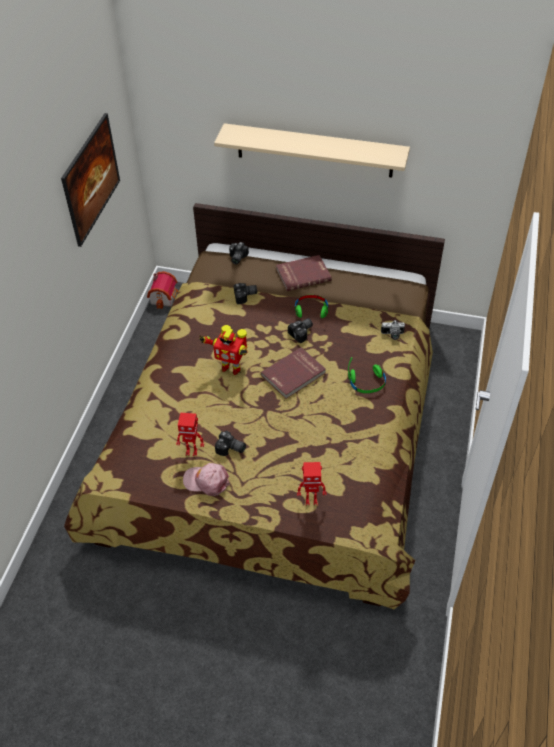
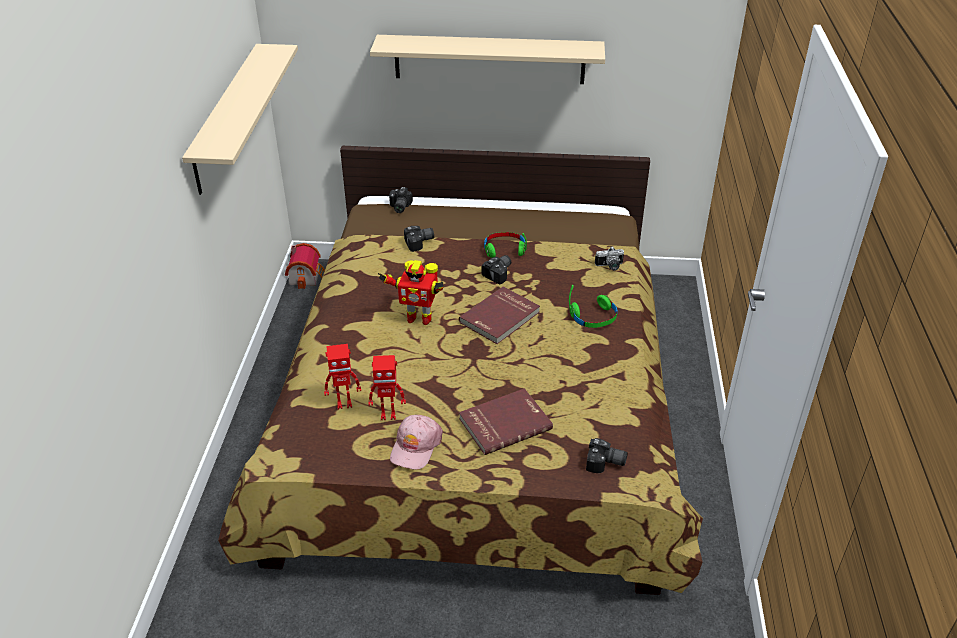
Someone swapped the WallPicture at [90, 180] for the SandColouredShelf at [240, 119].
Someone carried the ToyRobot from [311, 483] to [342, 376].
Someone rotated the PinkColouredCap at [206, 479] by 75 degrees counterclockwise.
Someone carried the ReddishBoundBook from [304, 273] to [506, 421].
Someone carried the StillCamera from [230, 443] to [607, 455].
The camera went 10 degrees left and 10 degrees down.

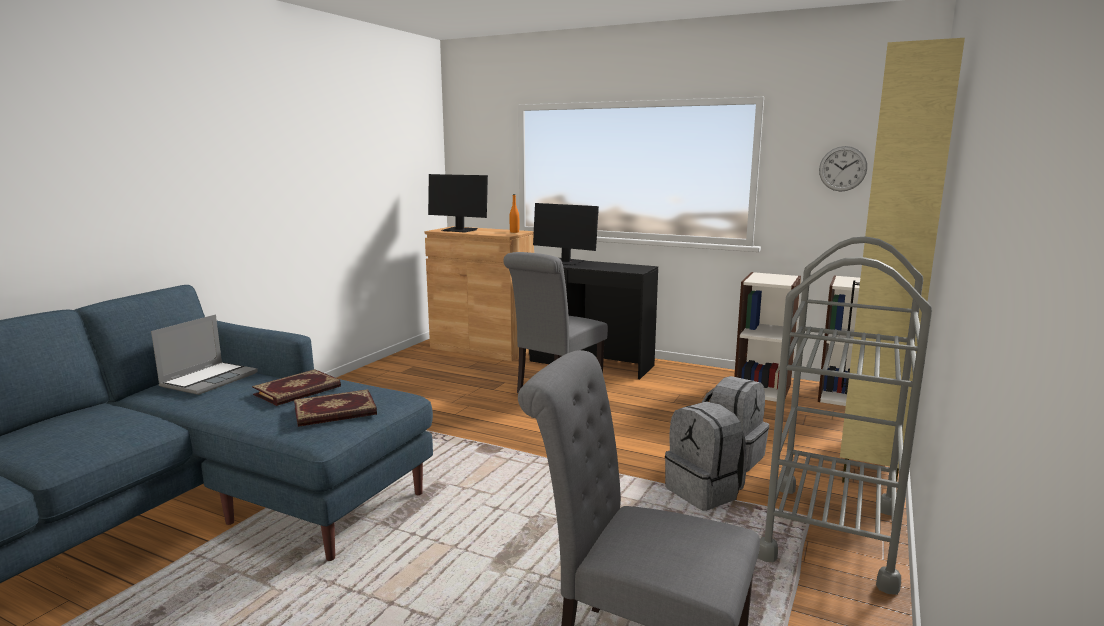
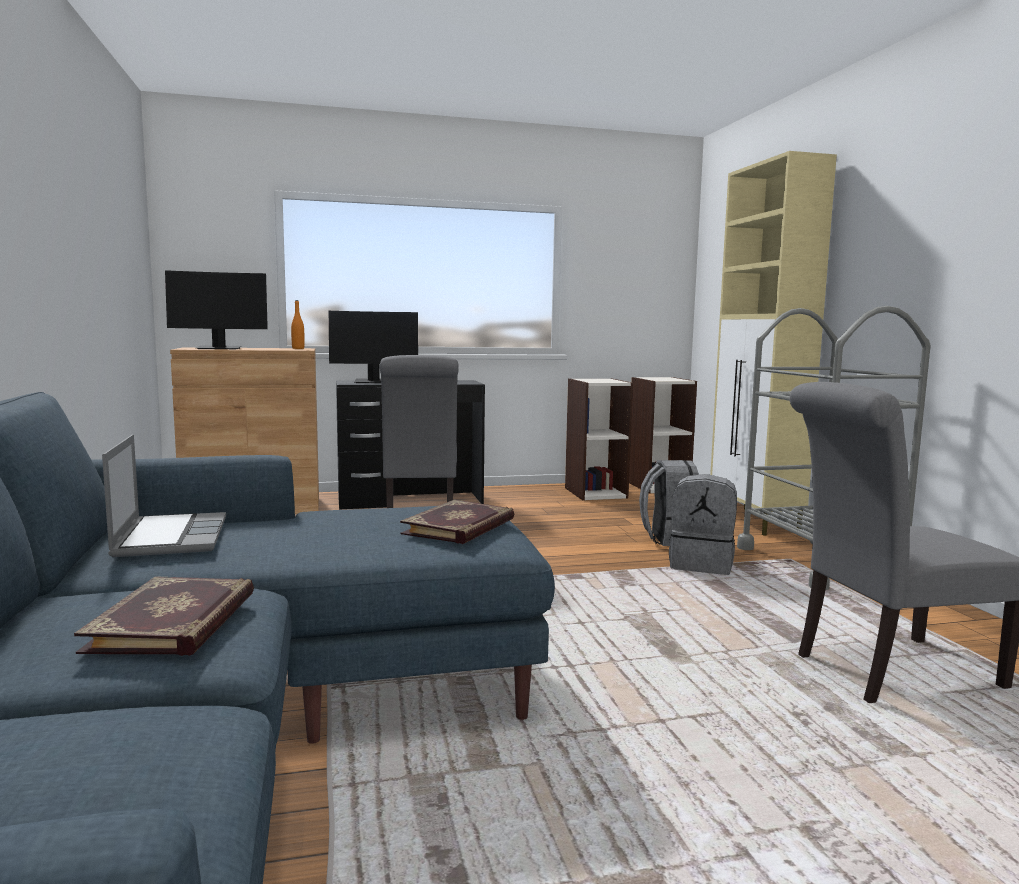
Someone carried the BoundBook from [296, 387] to [164, 616].
Someone took away the ClockOnTheWall at [843, 169].
The camera went 40 degrees left and 5 degrees down.

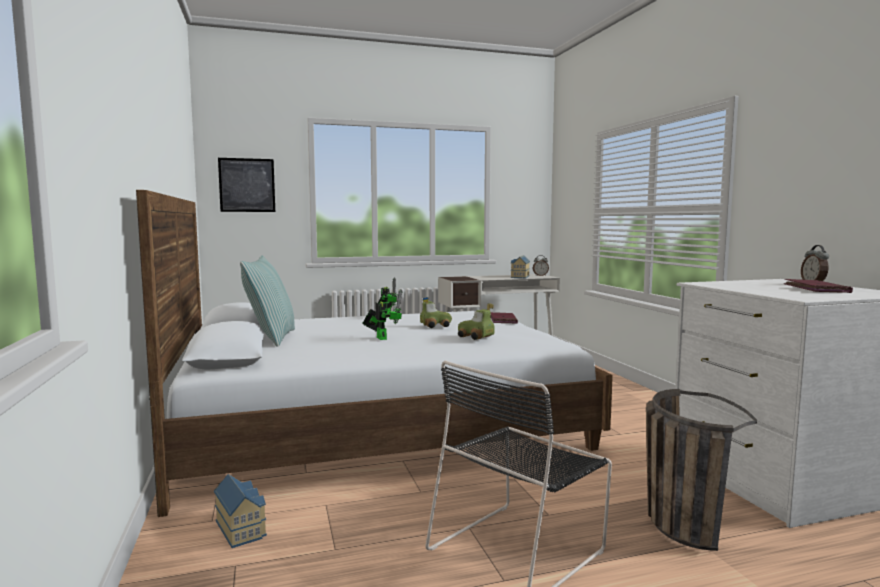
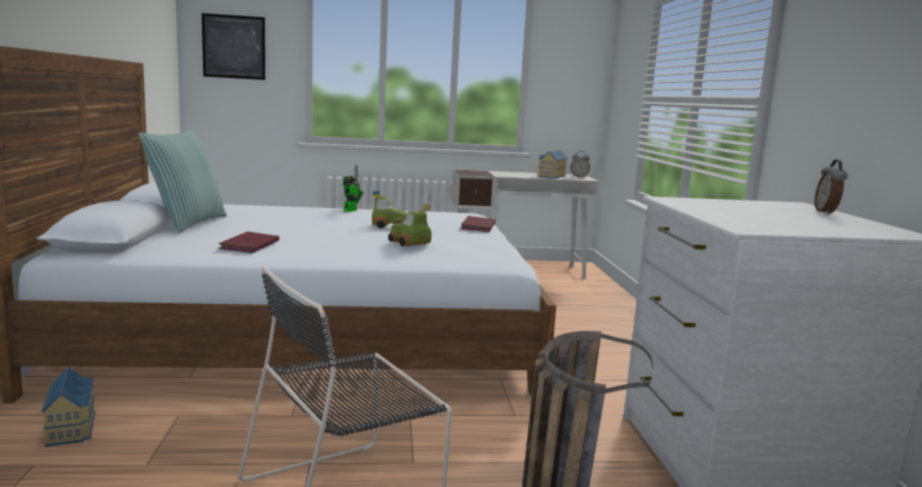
Someone carried the ReddishBoundBook from [818, 286] to [249, 242].
Someone took away the ToyRobot at [382, 314].
The camera went 10 degrees right and 5 degrees up.

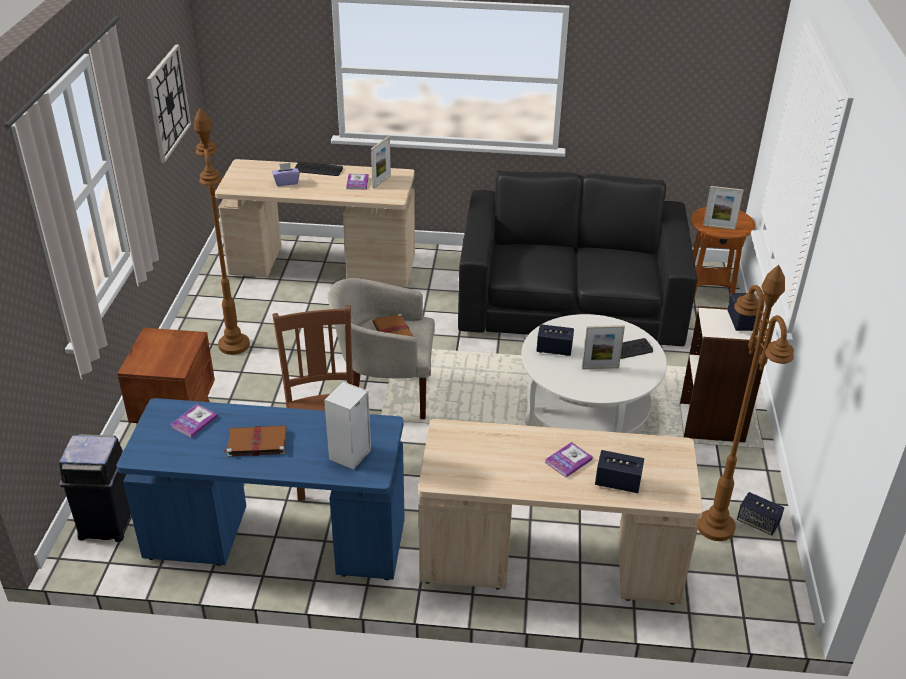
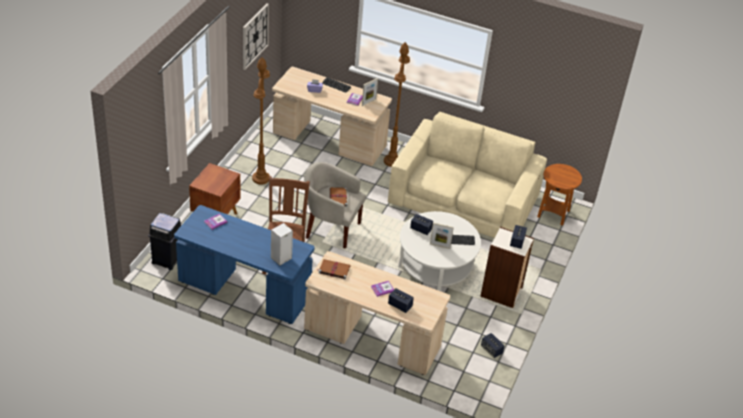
Someone carried the BrownColouredBoundBook from [255, 441] to [334, 269].
Someone carried the BrownColouredStandardLamp from [745, 403] to [397, 104].
Someone repainted the BlackColouredSettee at [577, 258], which became the SandColouredSettee at [467, 174].
Someone took away the PhotoFrame at [723, 208].
The camera went 15 degrees right and 5 degrees up.

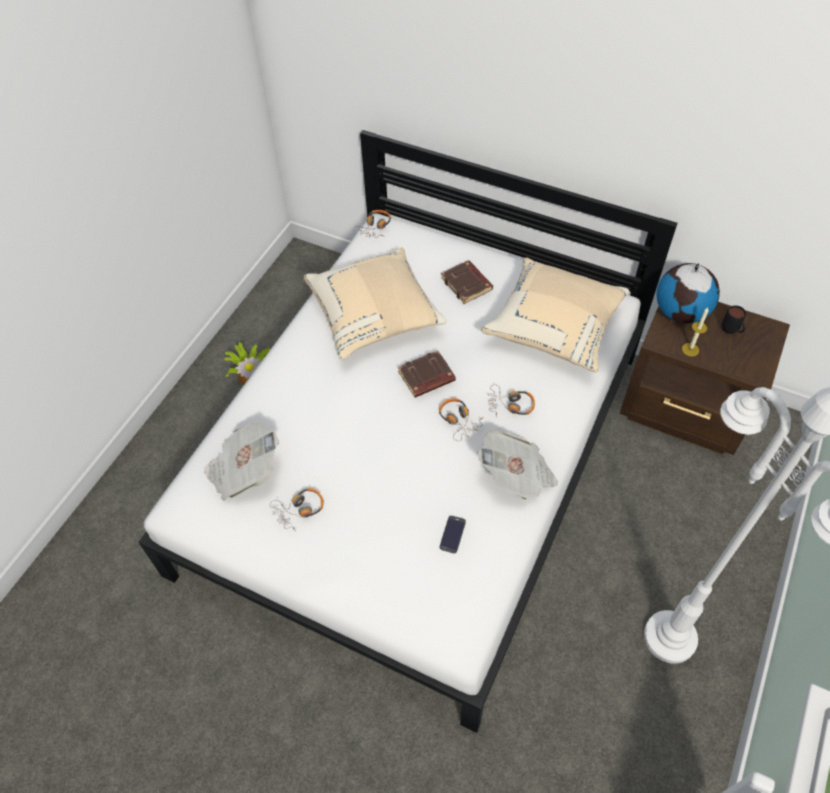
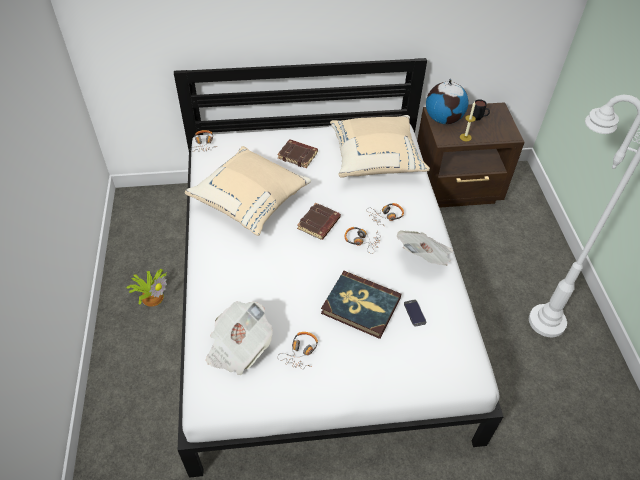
Someone put down the BoundBook at [361, 305].
The camera went 35 degrees left and 5 degrees down.

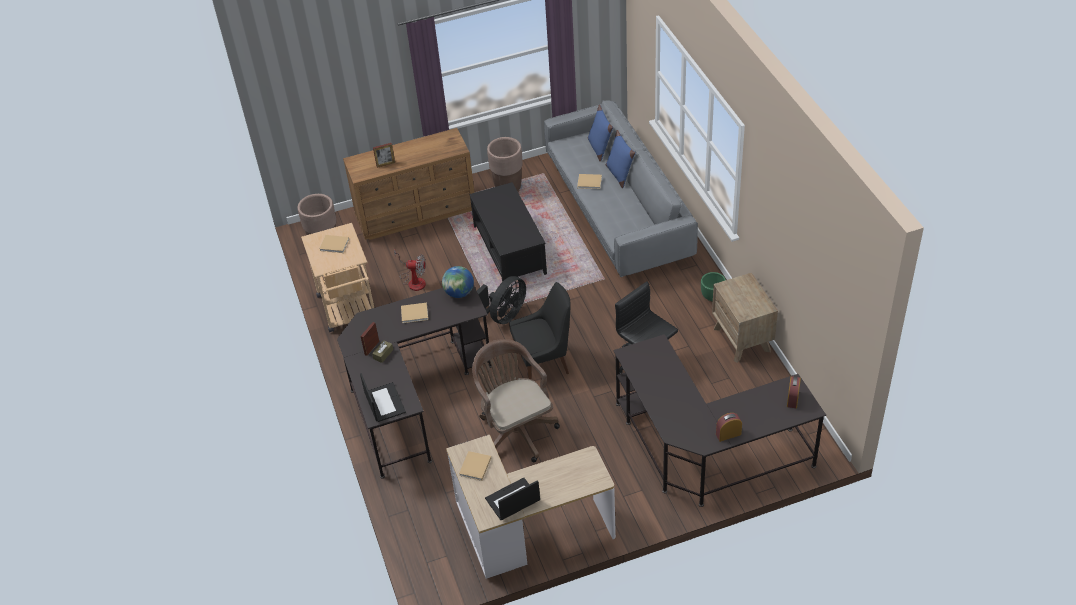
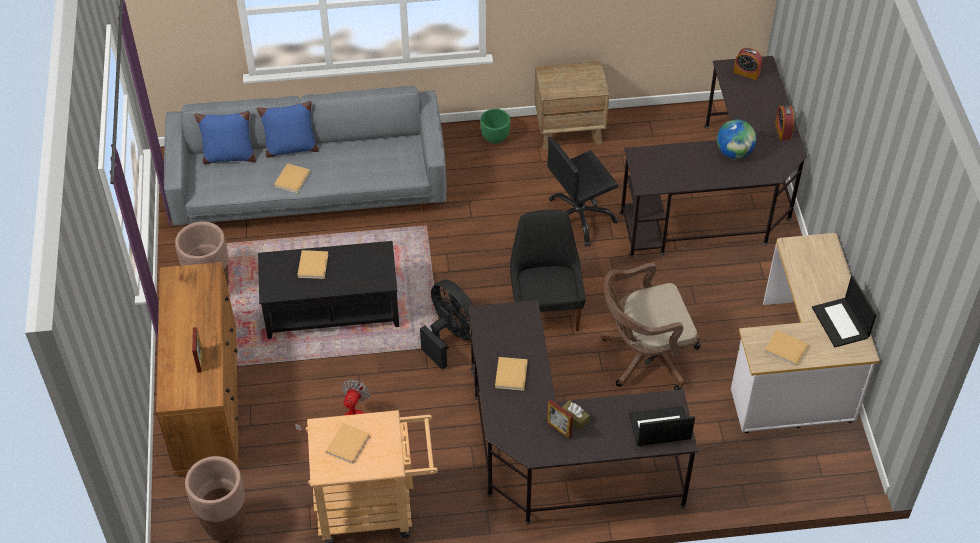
Someone put down the SandColouredBoundBook at [312, 264].
Someone carried the DeskGlobe from [458, 282] to [736, 139].
The camera went 80 degrees left and 5 degrees up.

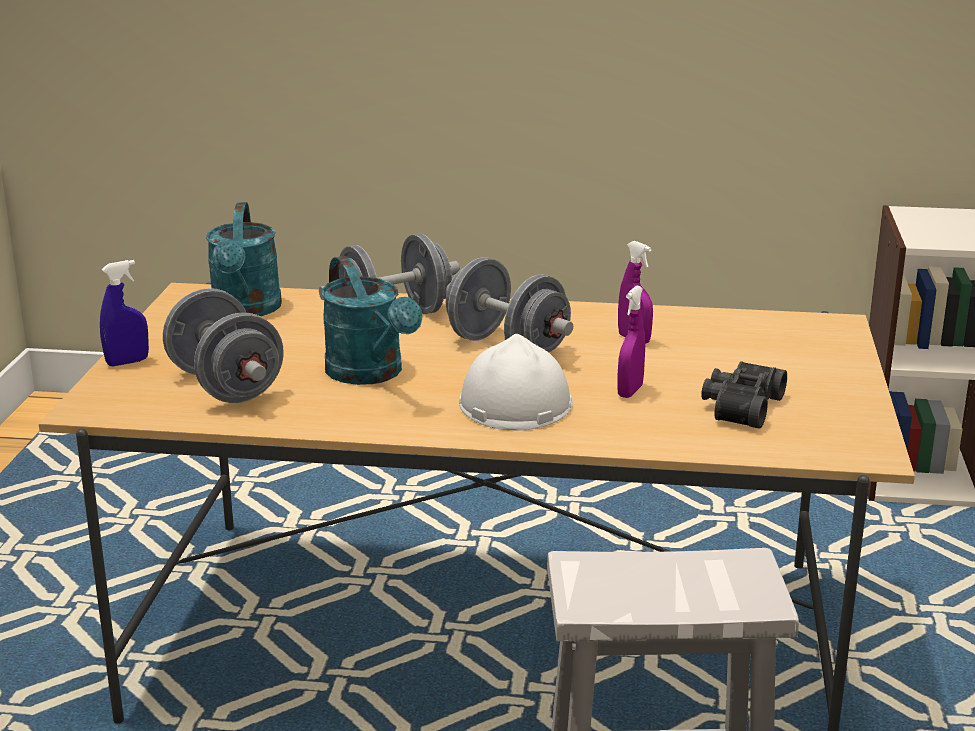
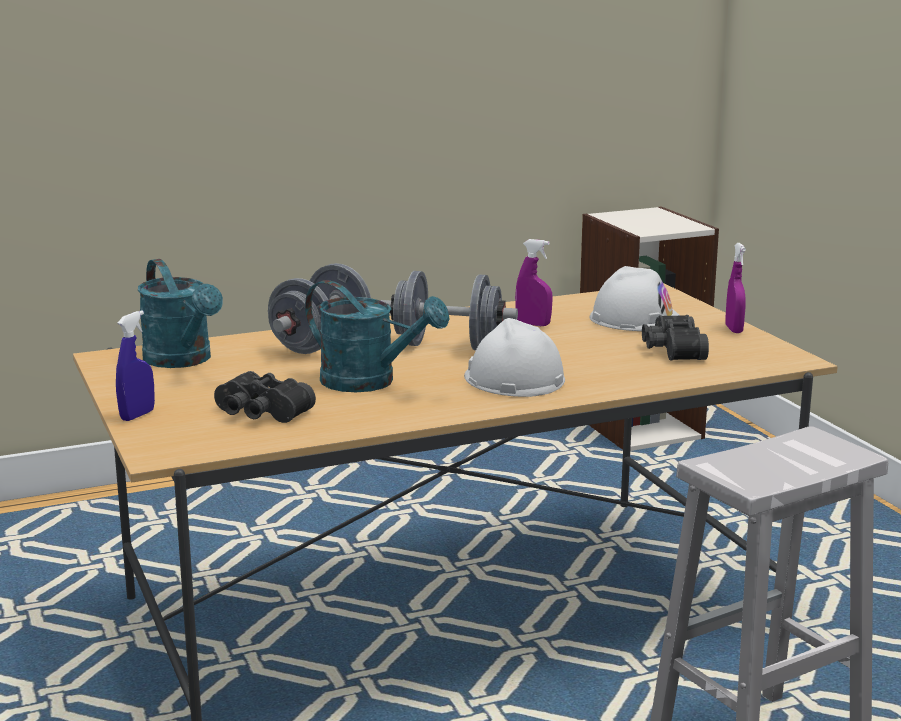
Someone swapped the GreyishHandWeight at [223, 345] for the BlackColouredFieldGlasses at [265, 397].
Someone put down the WhitishWorkHelmet at [634, 298].
Someone carried the PurplishHandSprayer from [631, 341] to [735, 288].
The camera went 30 degrees left and 5 degrees down.

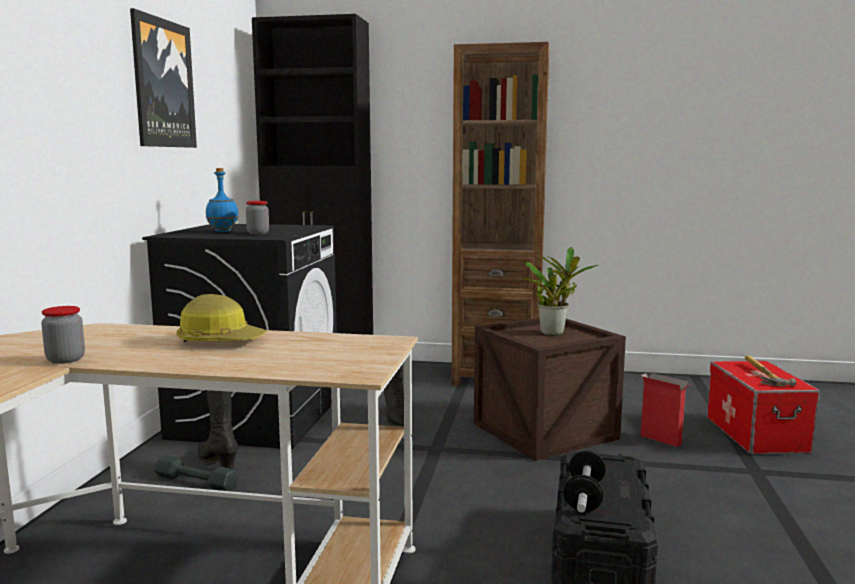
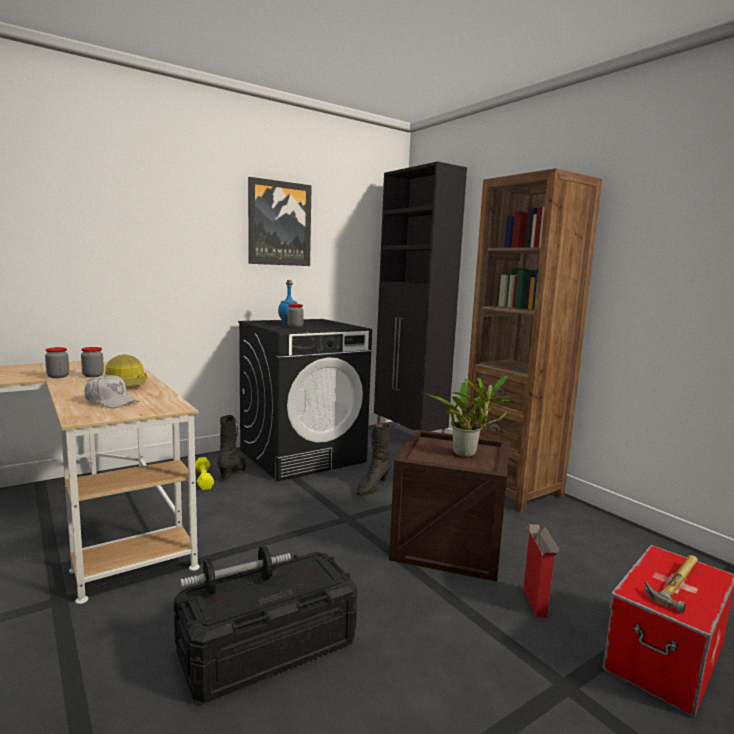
Someone put down the PreserveJar at [92, 362].
Someone put down the WhitishCap at [112, 391].
Someone repainted the GreyishHandWeight at [196, 473], which became the YellowColouredHandWeight at [204, 473].
The camera went 45 degrees right and 0 degrees up.

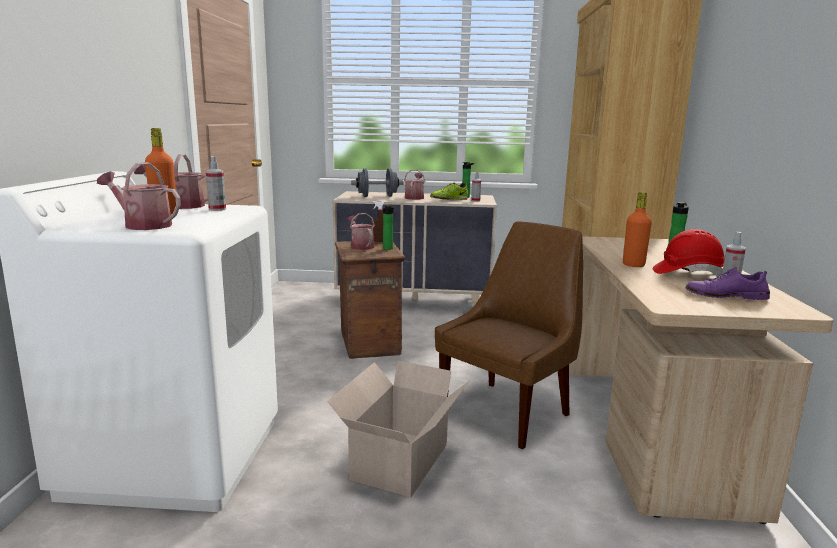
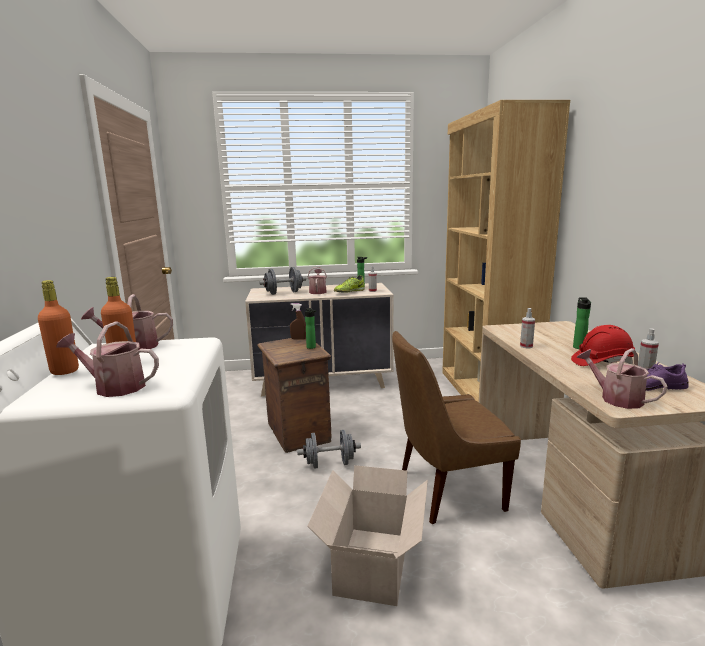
Someone carried the OrangeColouredBottle from [637, 229] to [58, 327].
Someone put down the GreyishHandWeight at [329, 449].
Someone rotated the BrownColouredPlainChair at [509, 335] by 135 degrees counterclockwise.
Someone carried the HandSprayer from [216, 183] to [527, 328].
Someone carried the WateringCan from [361, 231] to [622, 378].
The camera went 10 degrees left and 0 degrees up.

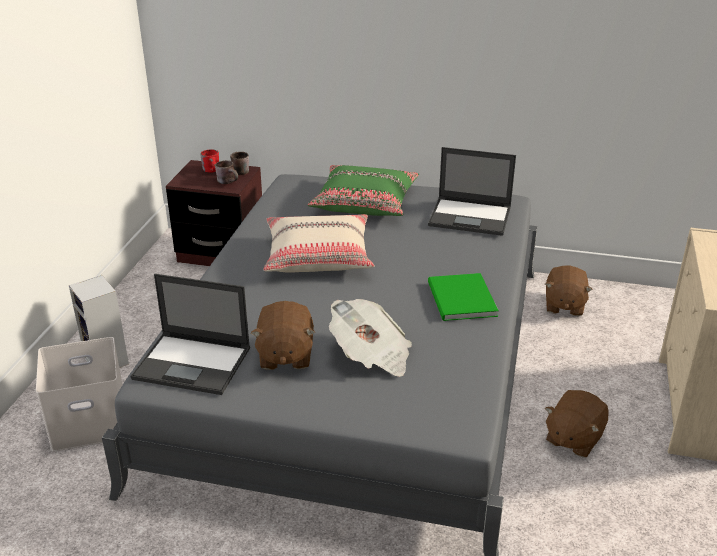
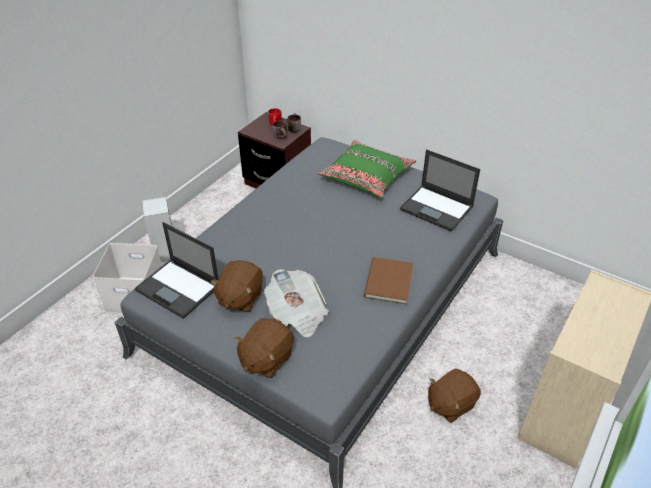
Someone carried the BrownColouredPlushToy from [569, 291] to [264, 348].
Someone repainted the GreenColouredBoundBook at [463, 297], which became the BrownColouredBoundBook at [389, 280].
Someone took away the SandColouredCushion at [319, 243].
The camera went 20 degrees right and 10 degrees up.

